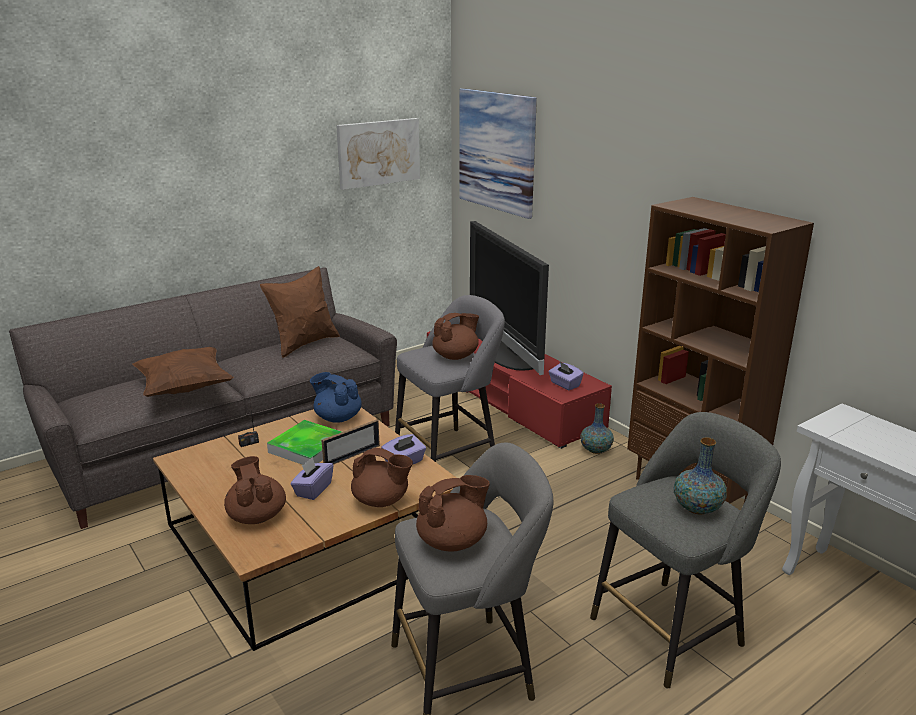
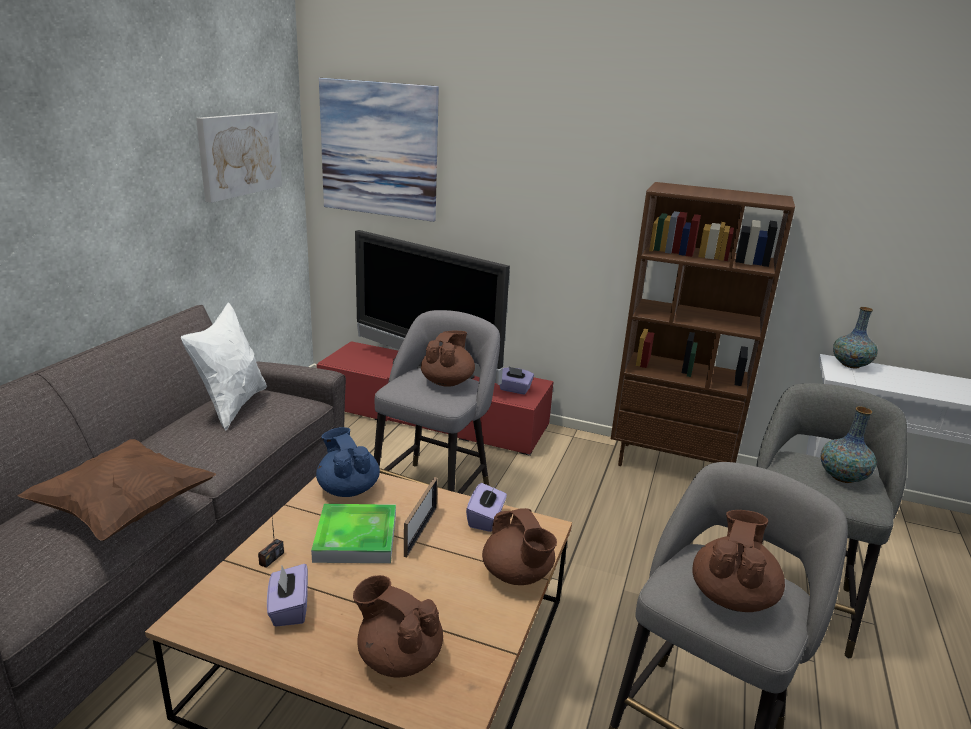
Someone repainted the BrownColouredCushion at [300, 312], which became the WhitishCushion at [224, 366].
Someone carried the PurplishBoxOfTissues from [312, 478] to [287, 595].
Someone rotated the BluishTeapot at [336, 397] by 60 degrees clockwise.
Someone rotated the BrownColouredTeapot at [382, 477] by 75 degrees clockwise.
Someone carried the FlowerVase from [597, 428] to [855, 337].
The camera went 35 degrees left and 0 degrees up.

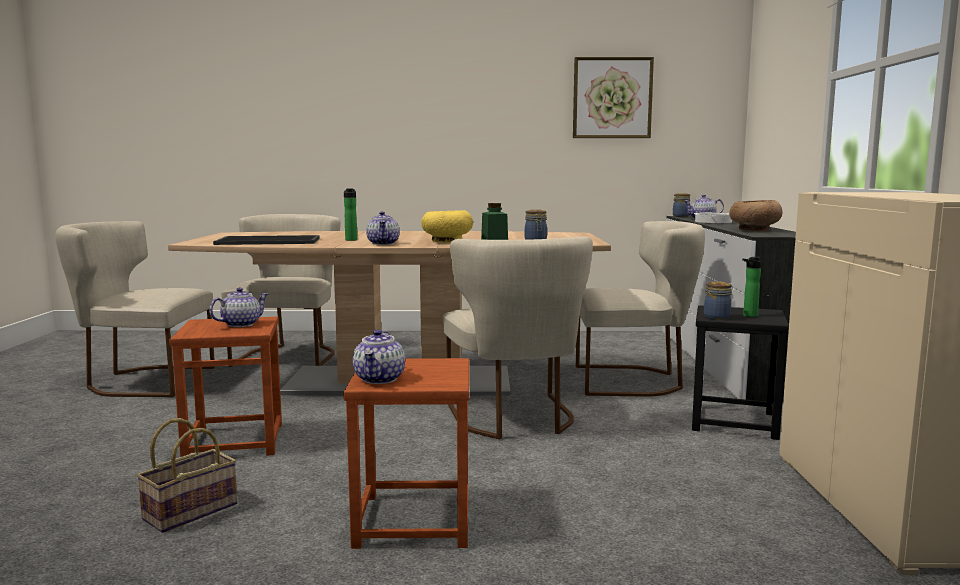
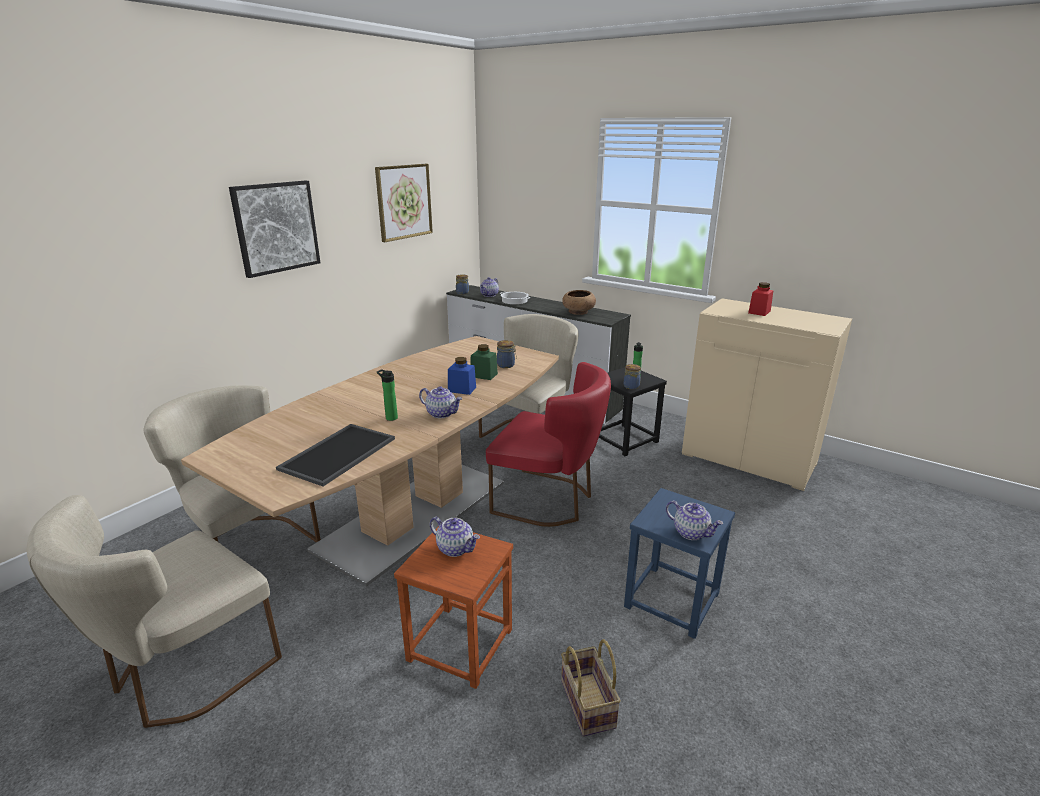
Someone put up the WallPicture at [274, 229].
Someone rotated the Teapot at [238, 307] by 135 degrees clockwise.
Someone swapped the YellowColouredServingBowl at [447, 226] for the BluishPreserveJar at [462, 376].
Someone repainted the SandColouredPlainChair at [517, 337], which became the ReddishPlainChair at [548, 444].
Someone repainted the BrownColouredSittingStool at [406, 453], which became the BluishSittingStool at [679, 563].
Someone put down the ReddishPreserveJar at [761, 299].
The camera went 55 degrees left and 15 degrees up.

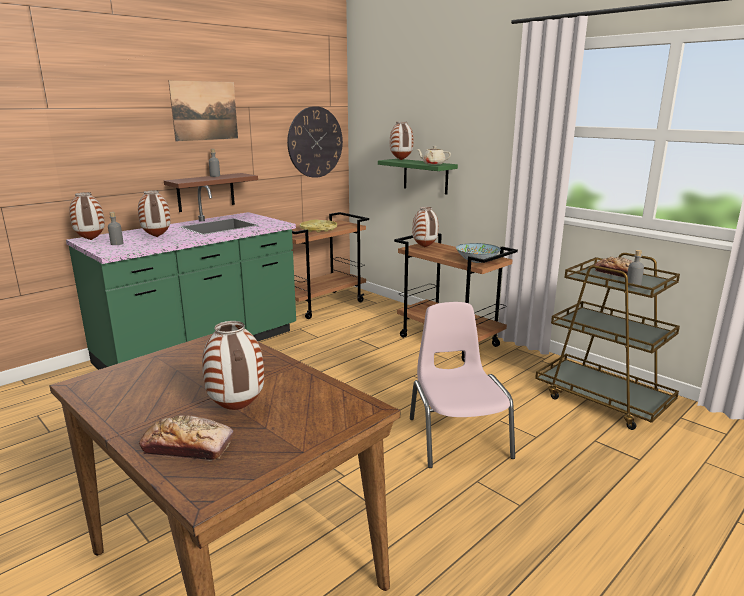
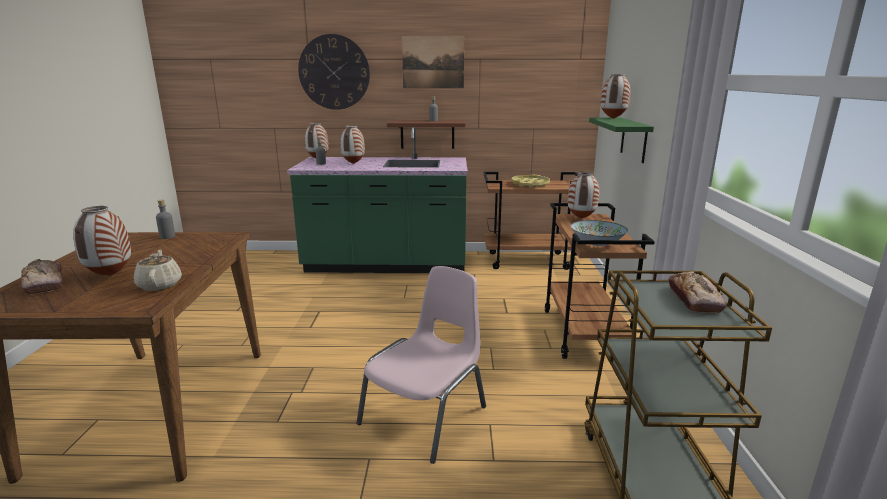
Someone carried the SandColouredTeapot from [434, 155] to [158, 270].
Someone carried the GreyishBottle from [635, 269] to [165, 219].
Someone carried the ClockOnTheWall from [315, 142] to [334, 72].
The camera went 45 degrees right and 0 degrees up.

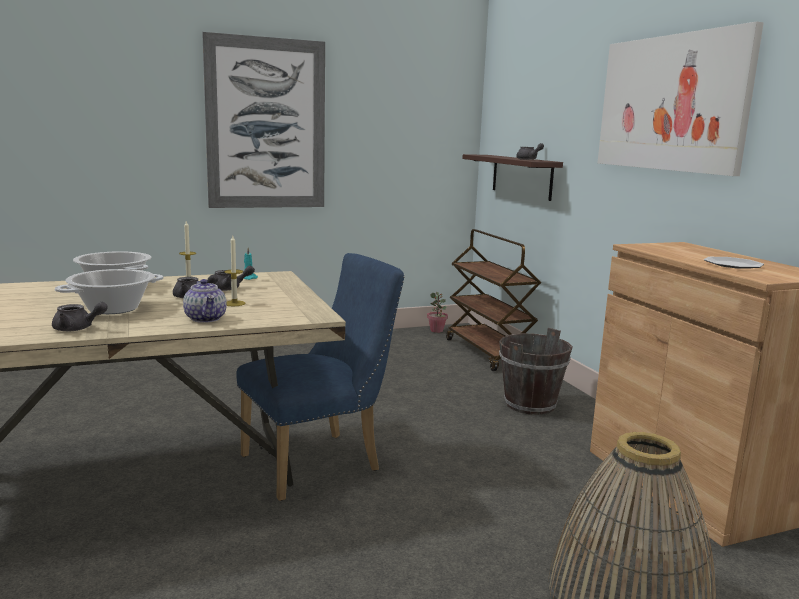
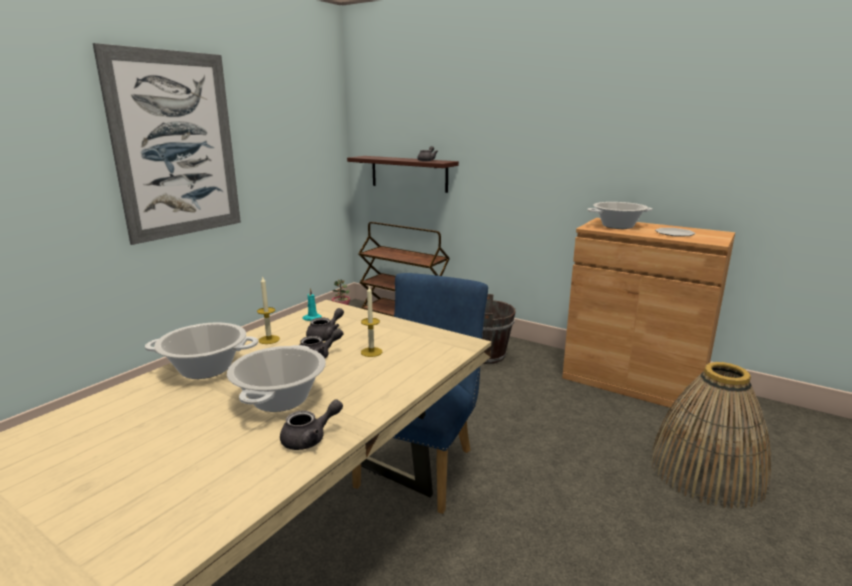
Someone put down the CookingPot at [619, 215].
Someone took away the Teapot at [205, 301].
Someone took away the WallPicture at [681, 98].
The camera went 35 degrees left and 5 degrees up.

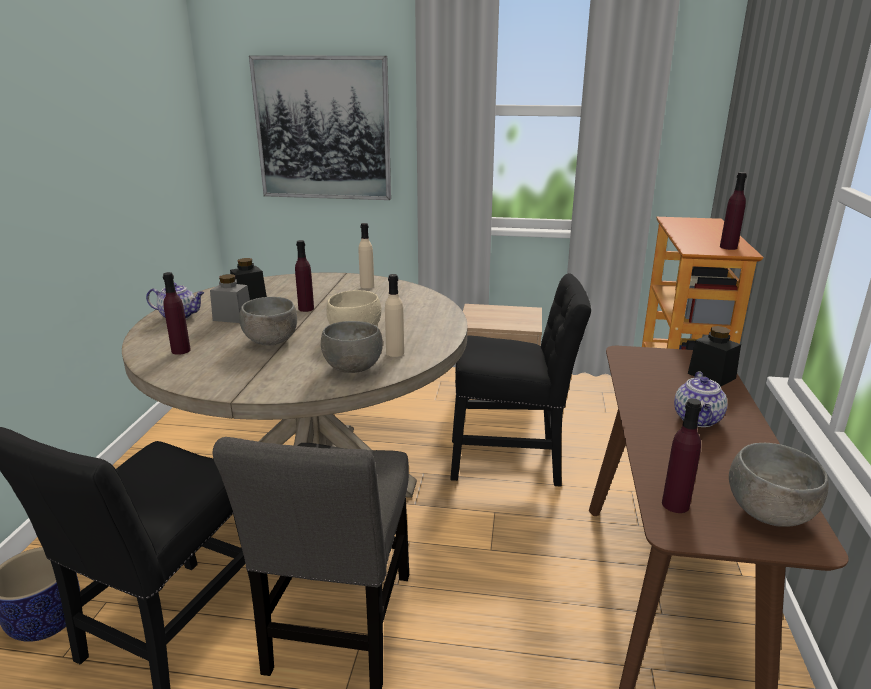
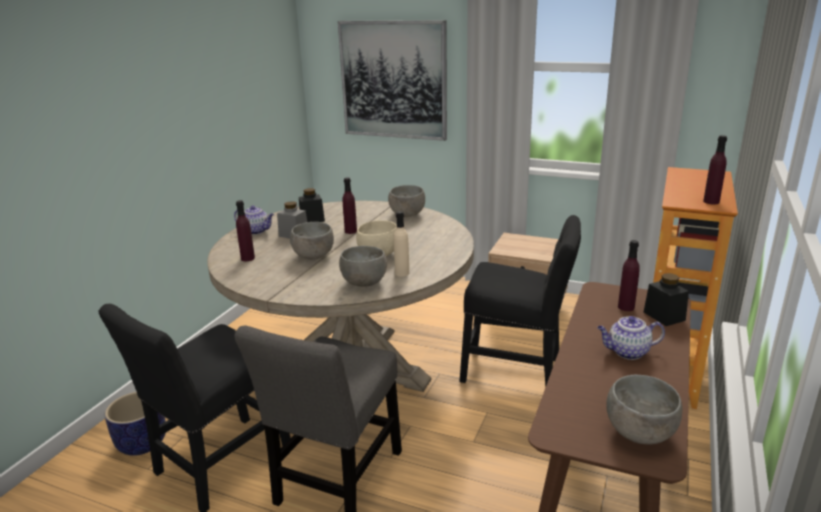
Someone swapped the SandColouredBottle at [366, 255] for the GreyishServingBowl at [406, 201].
Someone rotated the Teapot at [700, 399] by 60 degrees clockwise.
Someone carried the PurplishBottle from [682, 455] to [629, 275].
The camera went 15 degrees right and 0 degrees up.

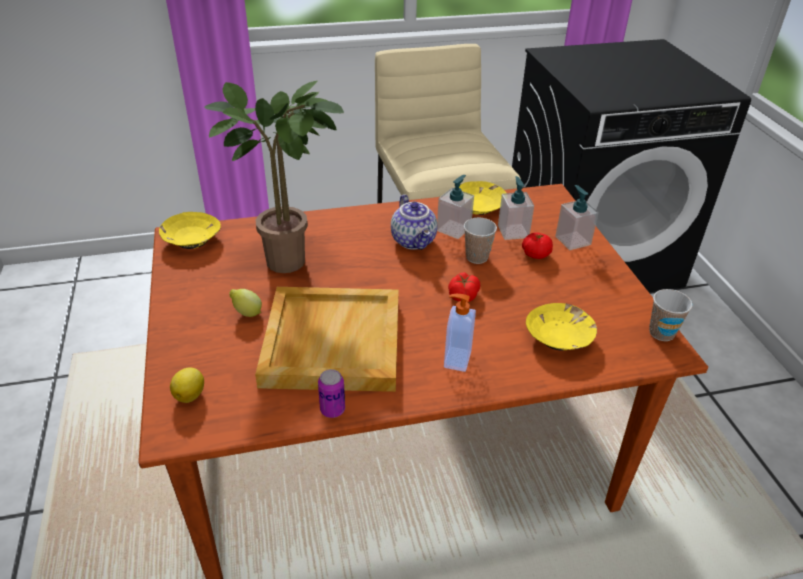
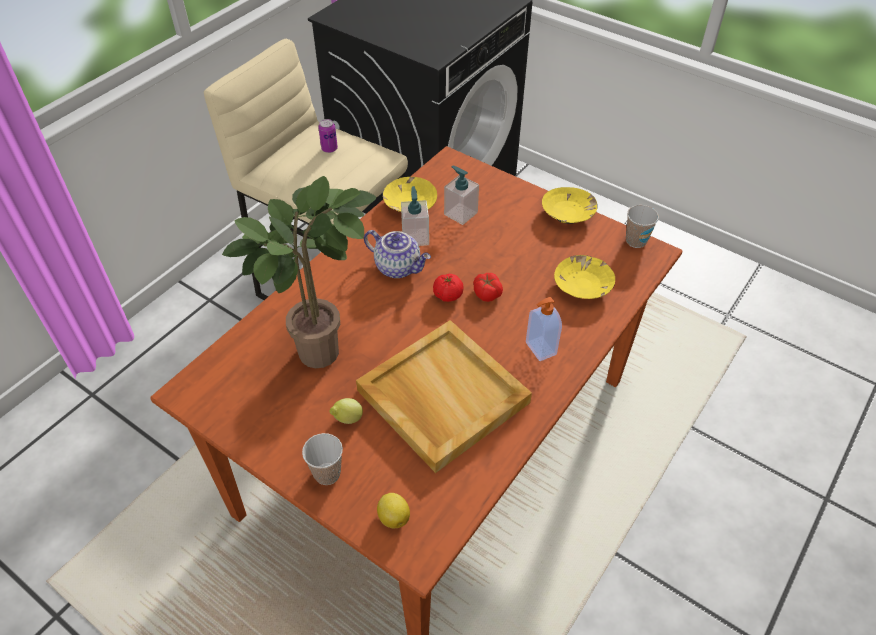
Someone carried the DrinkingCup from [480, 241] to [322, 459].
Someone carried the Can from [331, 393] to [328, 136].
Someone carried the FreshTomato from [537, 245] to [448, 288].
Someone carried the YellowColouredServingBowl from [190, 230] to [569, 205].
Someone took away the SoapDispenser at [577, 217].
The camera went 40 degrees left and 10 degrees up.

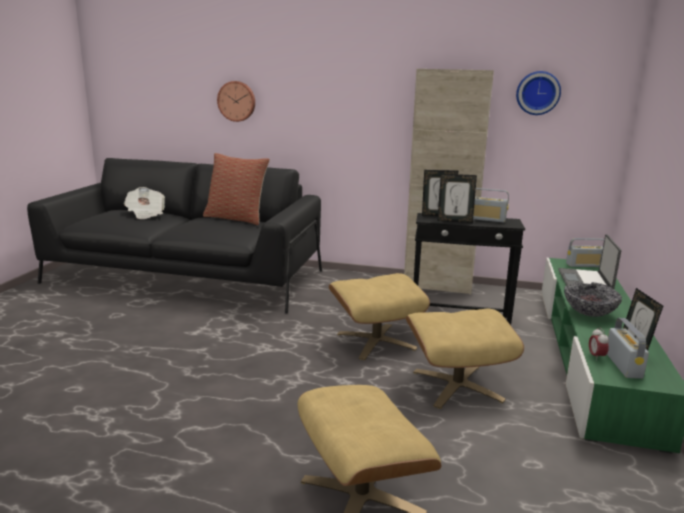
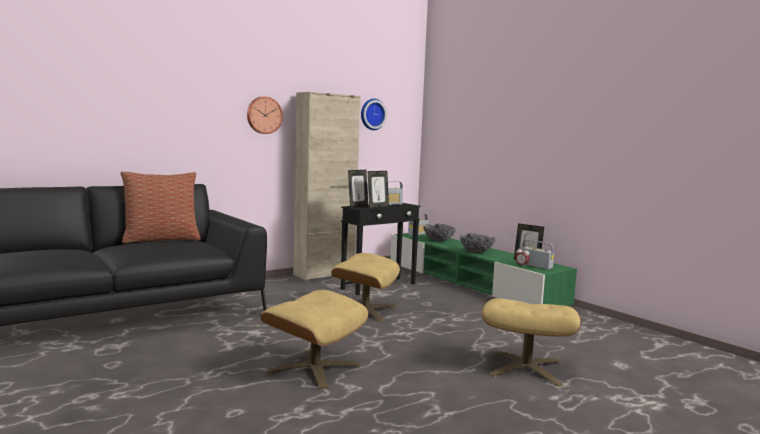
Someone carried the ClockOnTheWall from [236, 101] to [265, 115].
Someone carried the SandColouredOttoman from [465, 359] to [314, 339].
Someone swapped the NotebookComputer at [589, 261] for the ServingBowl at [440, 233].
Someone took away the Newspaper at [144, 203].
The camera went 50 degrees left and 10 degrees down.

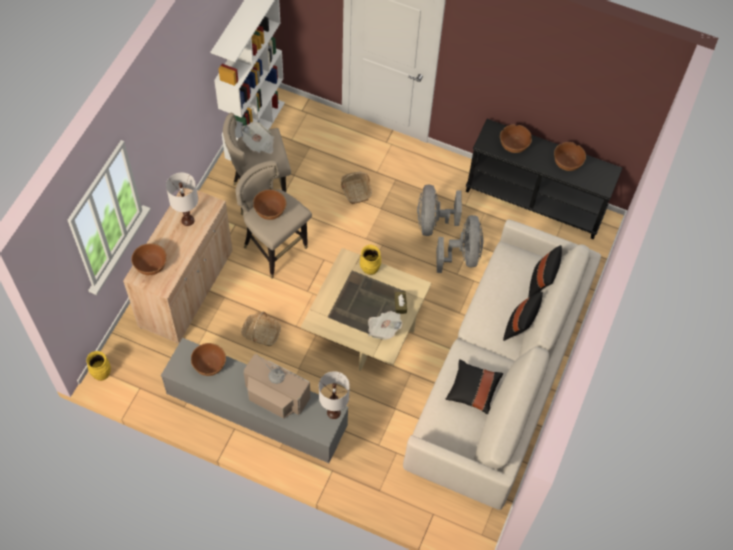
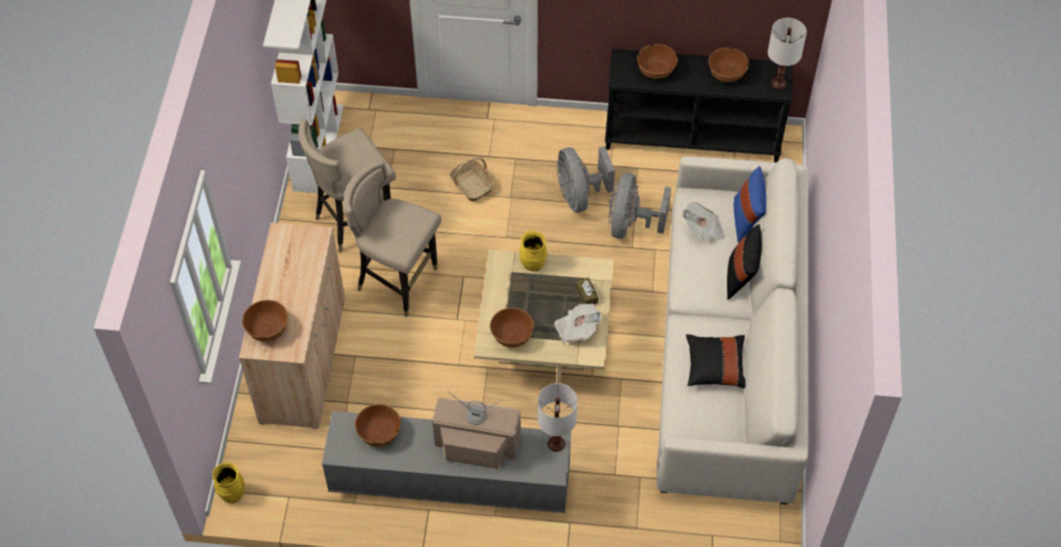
Someone carried the BrownColouredServingBowl from [269, 205] to [512, 328].
Someone rotated the GreyishFan at [460, 244] by 150 degrees counterclockwise.
Someone carried the Newspaper from [258, 138] to [703, 221].
Someone repainted the BlackColouredCushion at [545, 271], which became the BluishCushion at [750, 204].
Someone carried the WhitishTableLamp from [182, 199] to [787, 53].
Someone took away the StorageBasket at [261, 329].
The camera went 15 degrees left and 5 degrees down.

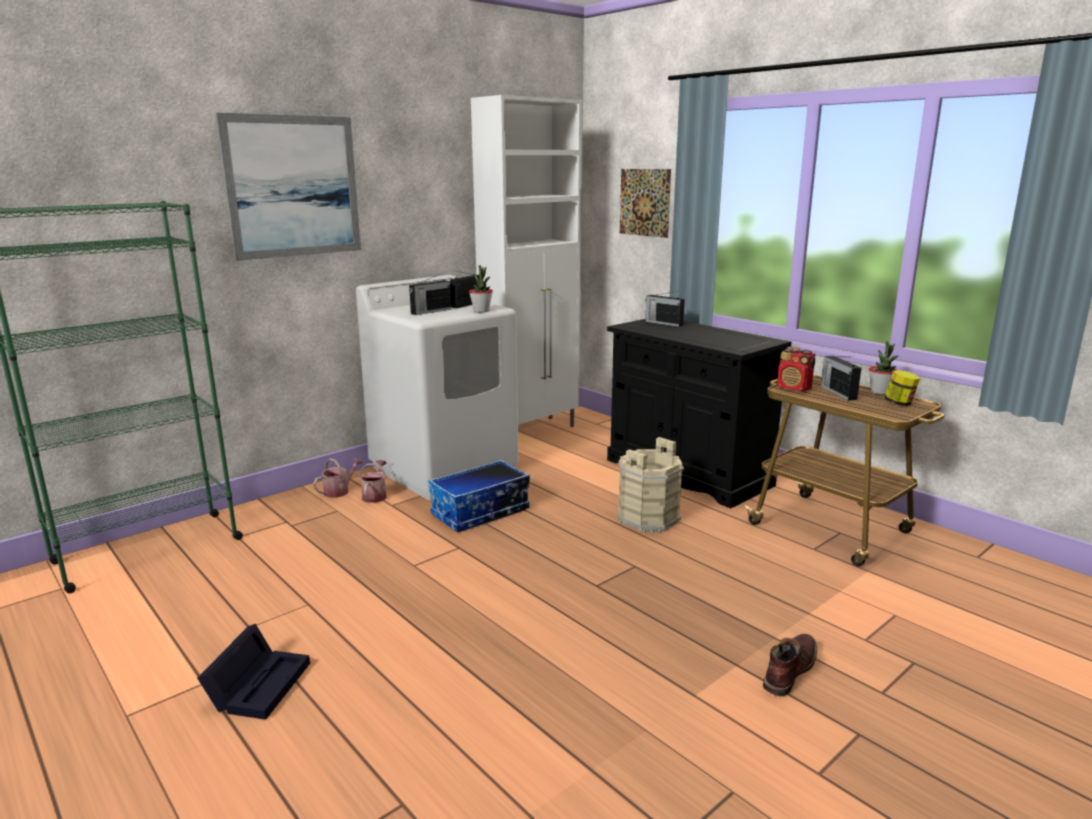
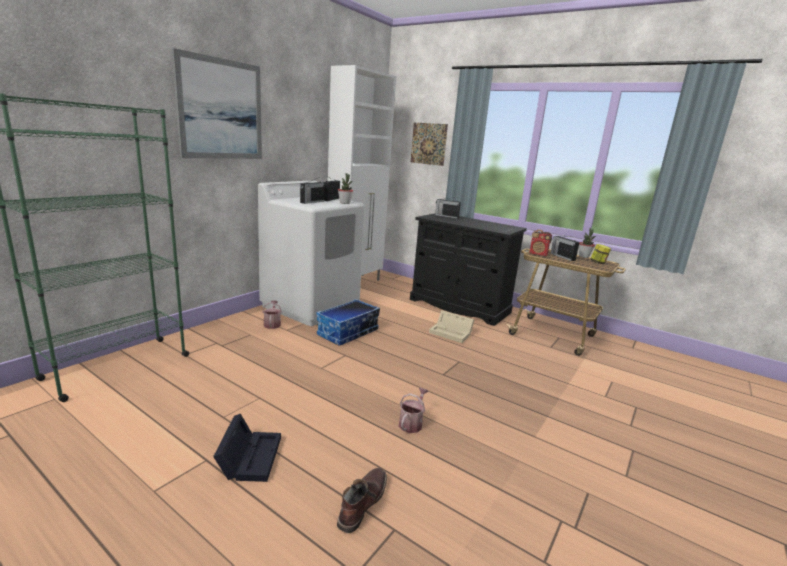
Someone carried the BrownColouredTallBoot from [790, 665] to [362, 500].
Someone carried the WateringCan from [338, 477] to [414, 410].
Someone swapped the SandColouredBucket at [650, 485] for the SandColouredStorageBin at [451, 326].
The camera went 15 degrees left and 0 degrees up.

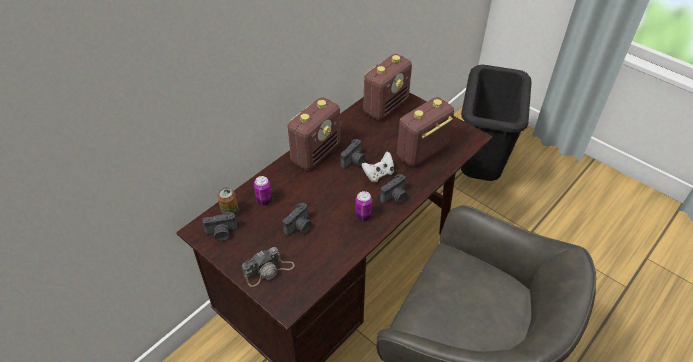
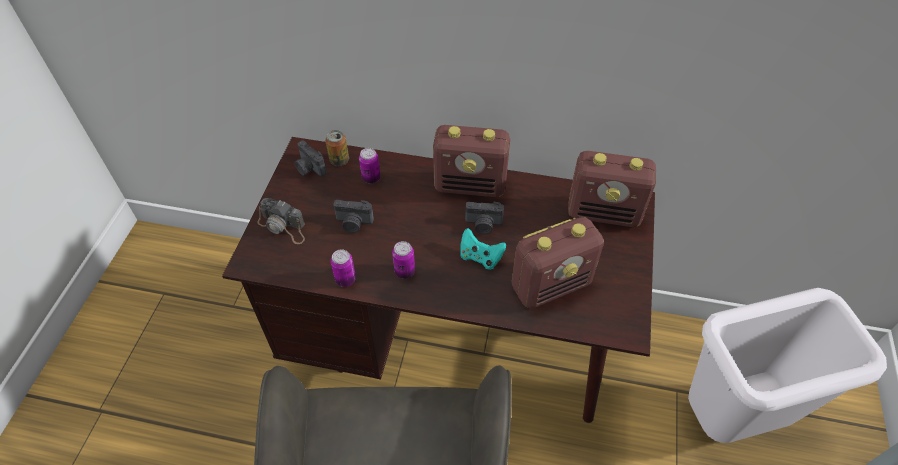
Someone put down the Can at [343, 268].
Someone repainted the WhitishGameController at [377, 166], which became the TurquoiseGameController at [483, 249].
Someone rotated the RadioSet at [425, 131] by 135 degrees clockwise.
Someone repainted the BlackColouredRubbishBin at [496, 123], which became the WhitishRubbishBin at [787, 365].
Someone took away the StillCamera at [393, 189].
The camera went 60 degrees right and 5 degrees up.

